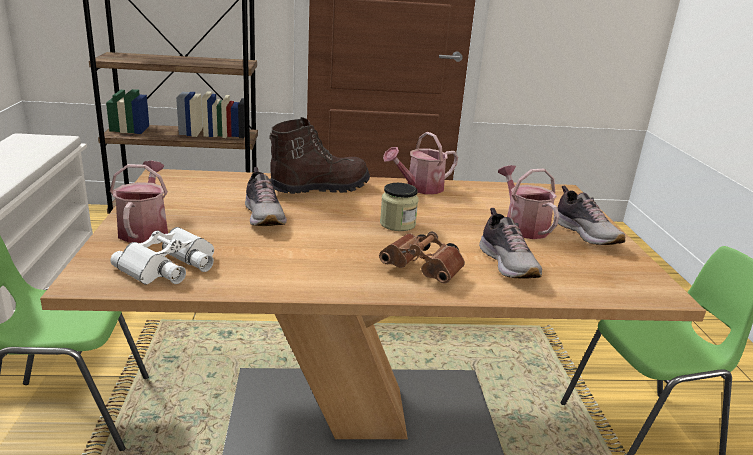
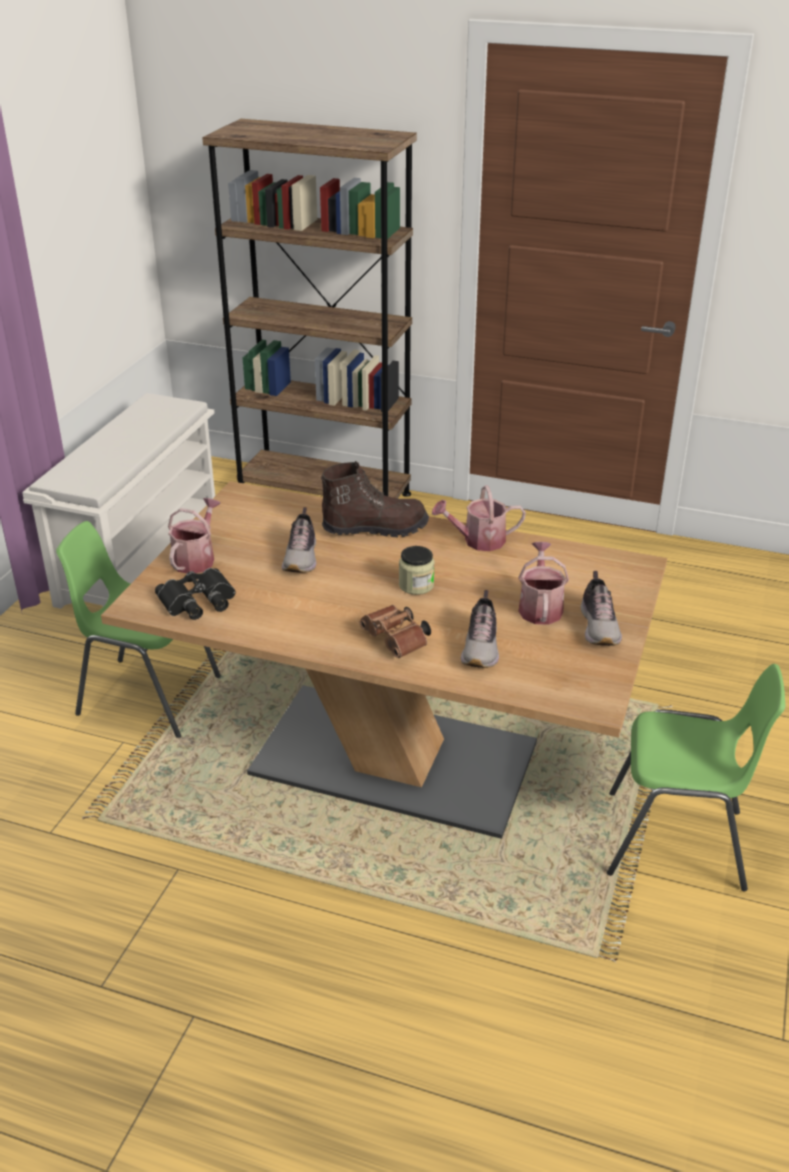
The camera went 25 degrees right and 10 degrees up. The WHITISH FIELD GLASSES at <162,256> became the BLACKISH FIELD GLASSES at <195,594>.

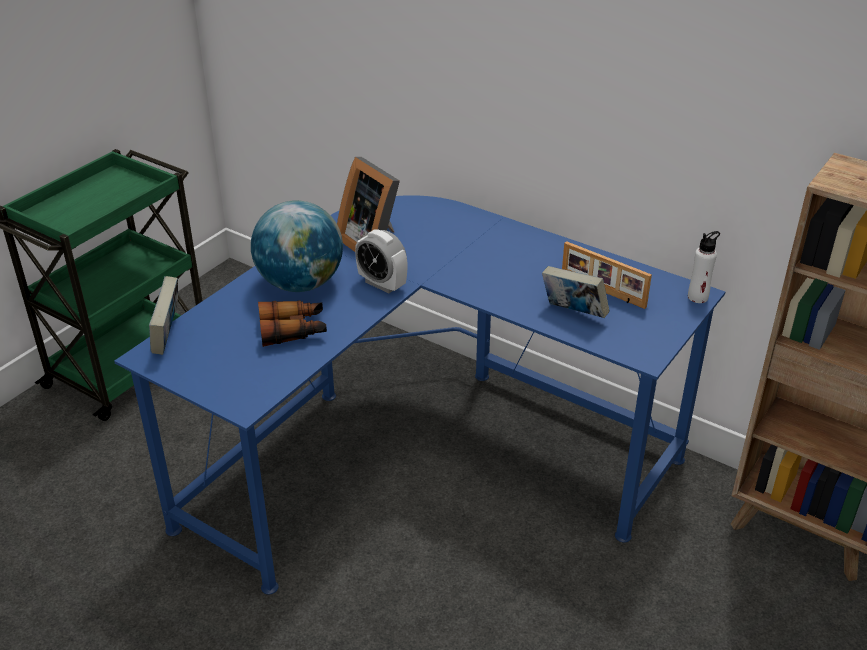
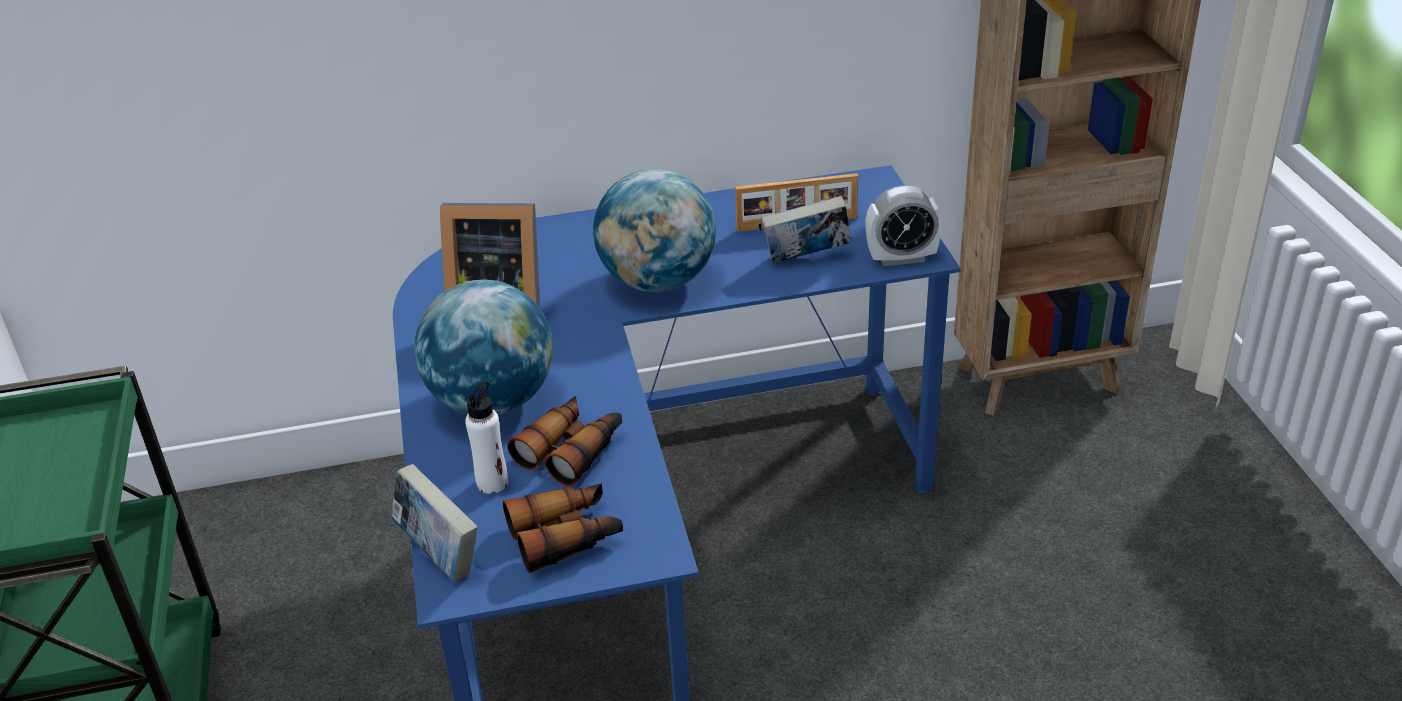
The camera went 45 degrees left and 0 degrees up. The BEDSIDE CLOCK moved from <381,261> to <904,226>. The WHITISH DRINK BOTTLE moved from <704,267> to <486,437>. The FIELD GLASSES at <563,528> appeared. The GLOBE at <654,230> appeared.

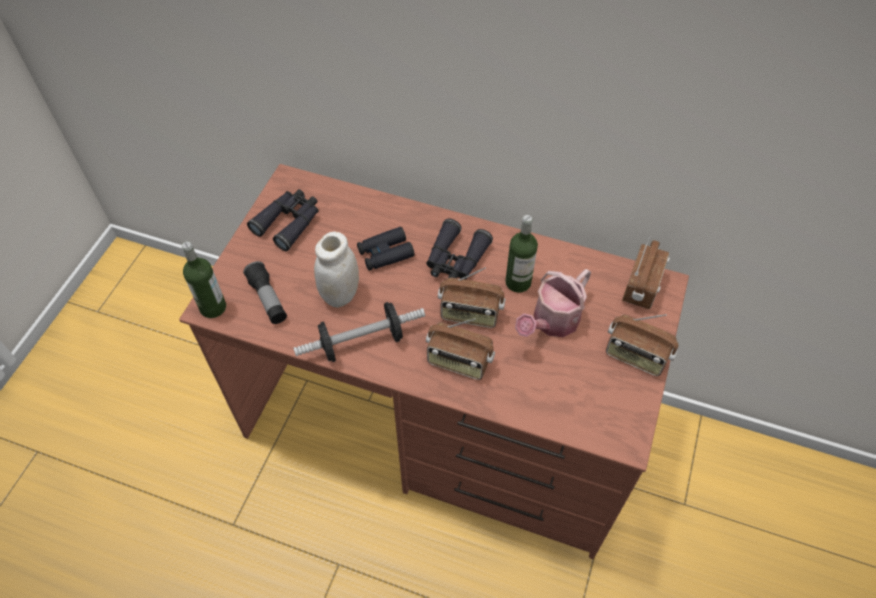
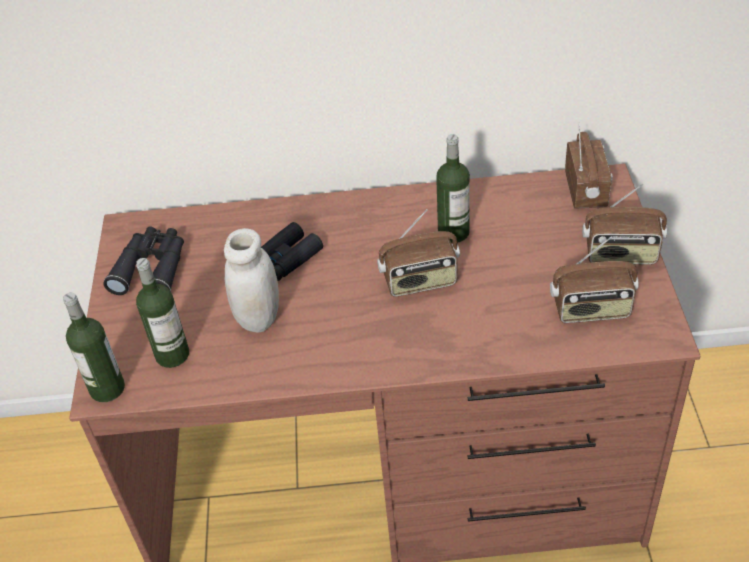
The camera went 20 degrees left and 10 degrees down. The HAND TORCH at <265,292> was replaced by the DRINK BOTTLE at <162,313>. The HAND WEIGHT at <359,332> disappeared. The BLACKISH FIELD GLASSES at <459,249> disappeared. The RADIO moved from <460,349> to <594,280>. The SPRINKLING CAN at <553,303> disappeared.

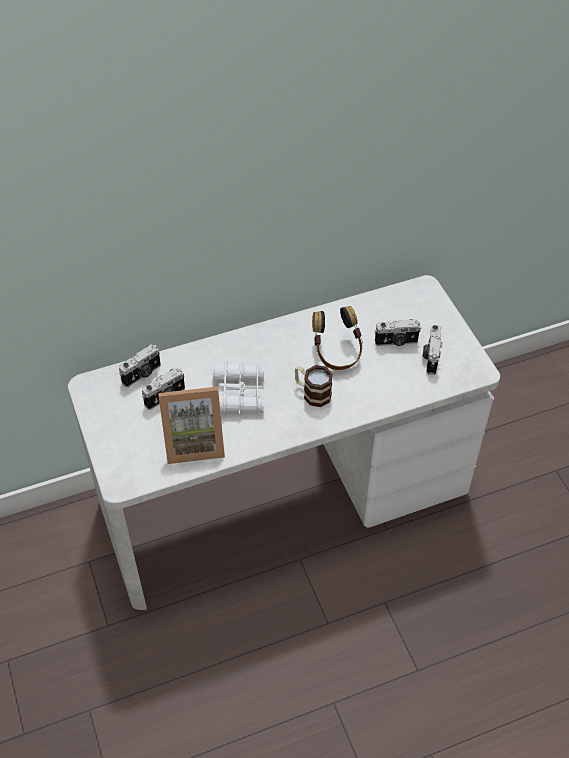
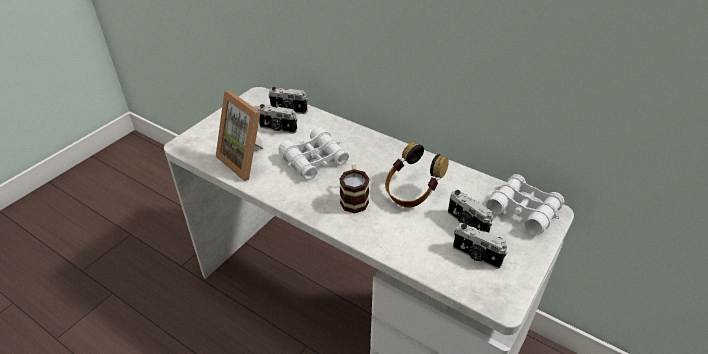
The camera went 55 degrees right and 10 degrees down. The PHOTO CAMERA at <432,350> turned 120 degrees counterclockwise. The WHITISH FIELD GLASSES at <525,204> appeared.

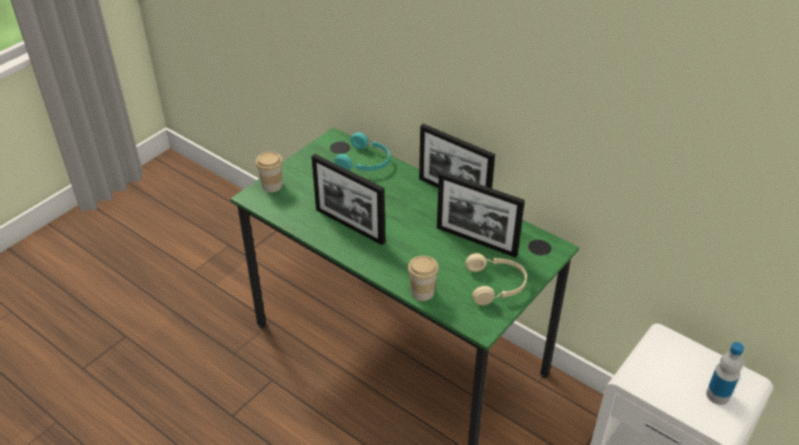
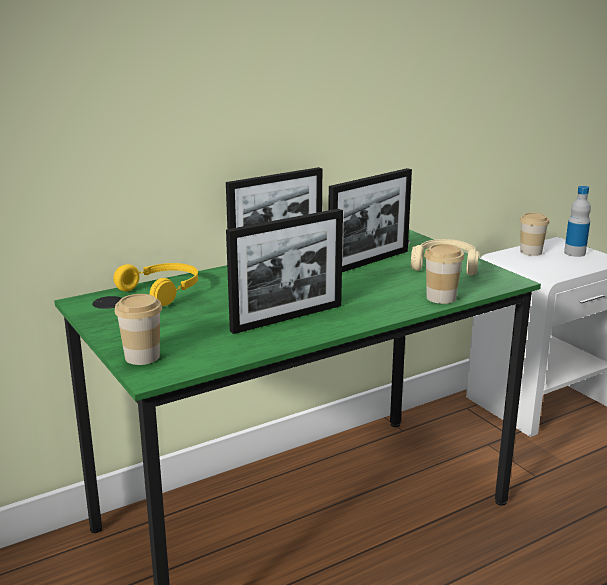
The camera went 70 degrees left and 20 degrees down. The TURQUOISE PAIR OF HEADPHONES at <362,151> became the YELLOW-COLOURED PAIR OF HEADPHONES at <155,284>. The SMALL CUP at <534,234> appeared.

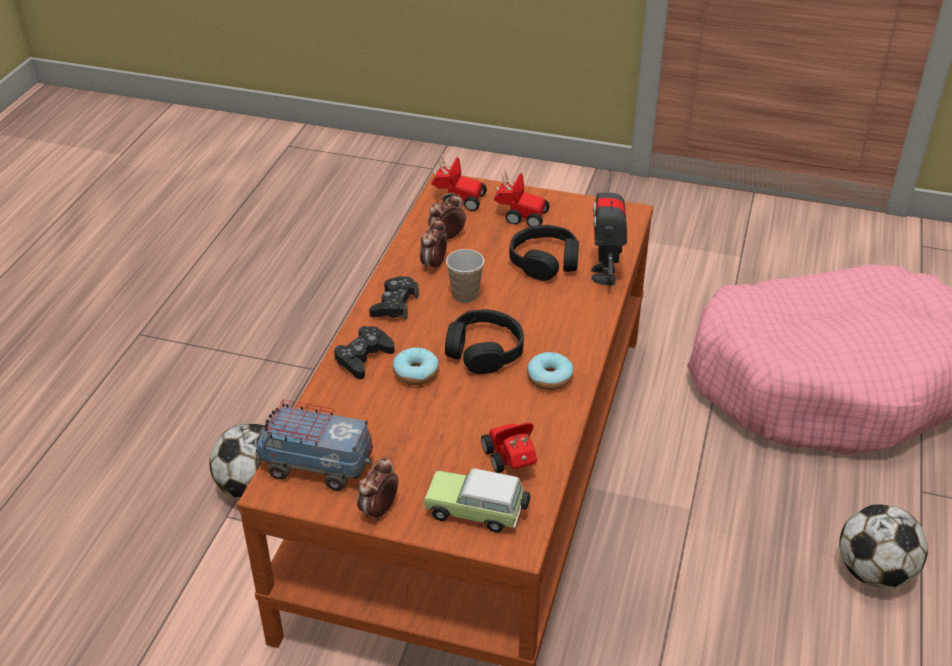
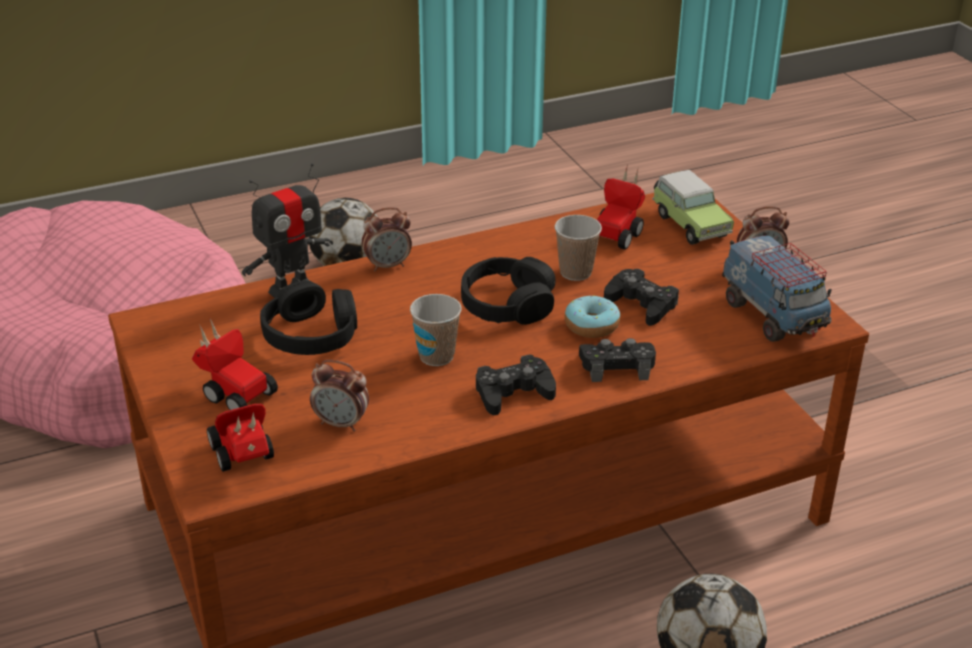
The camera went 130 degrees left and 5 degrees down. The BEDSIDE CLOCK moved from <433,244> to <387,239>. The MODEL CAR at <522,198> turned 150 degrees clockwise. The DONUT at <550,371> disappeared. The SMALL CUP at <578,248> appeared. The BLACKISH GAME CONTROLLER at <641,297> appeared.

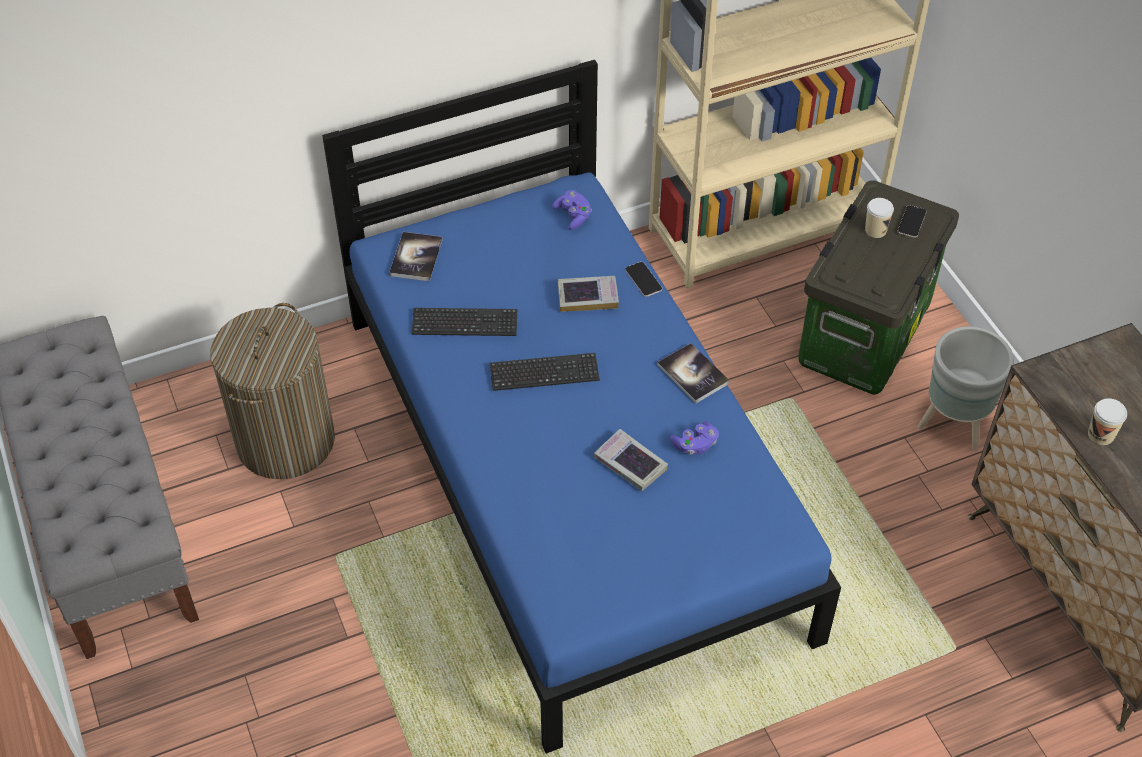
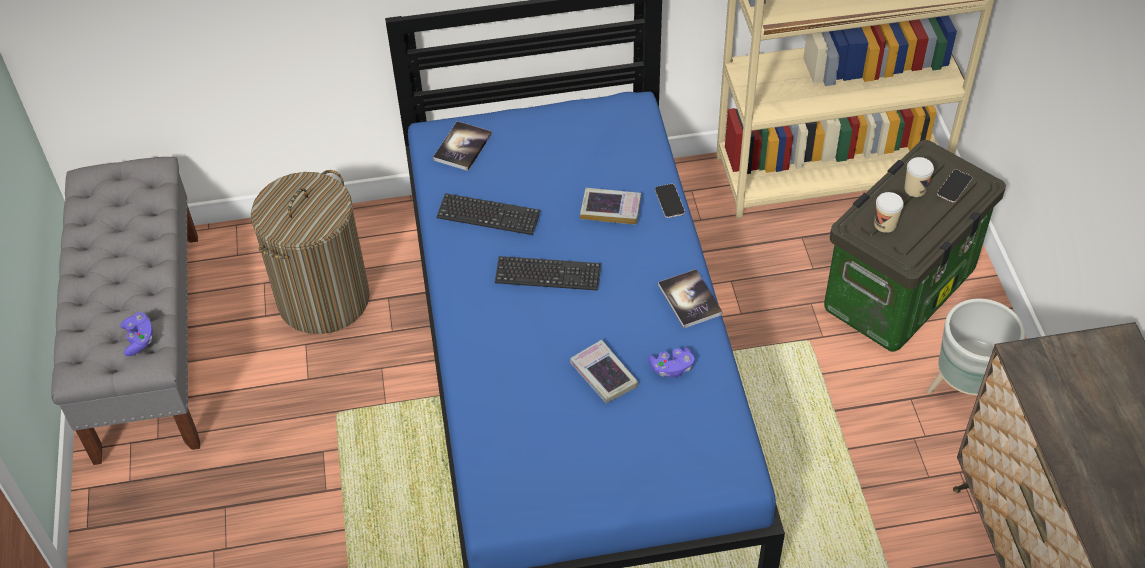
The camera went 15 degrees right and 0 degrees up. The PURPLE-COLOURED GAME CONTROLLER moved from <572,210> to <136,334>. The SMALL CUP moved from <1107,421> to <889,212>.

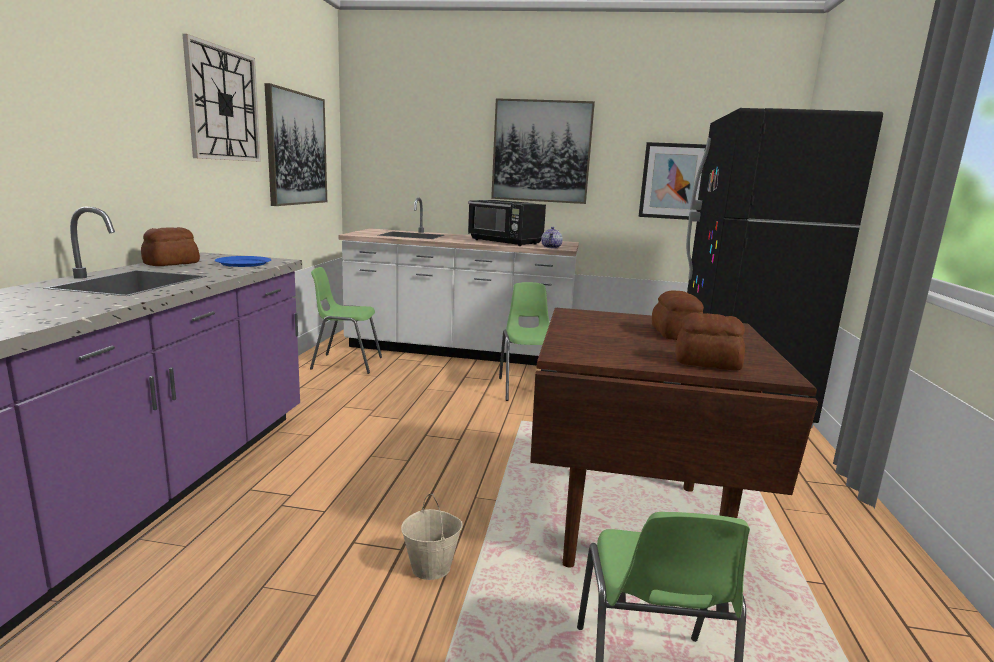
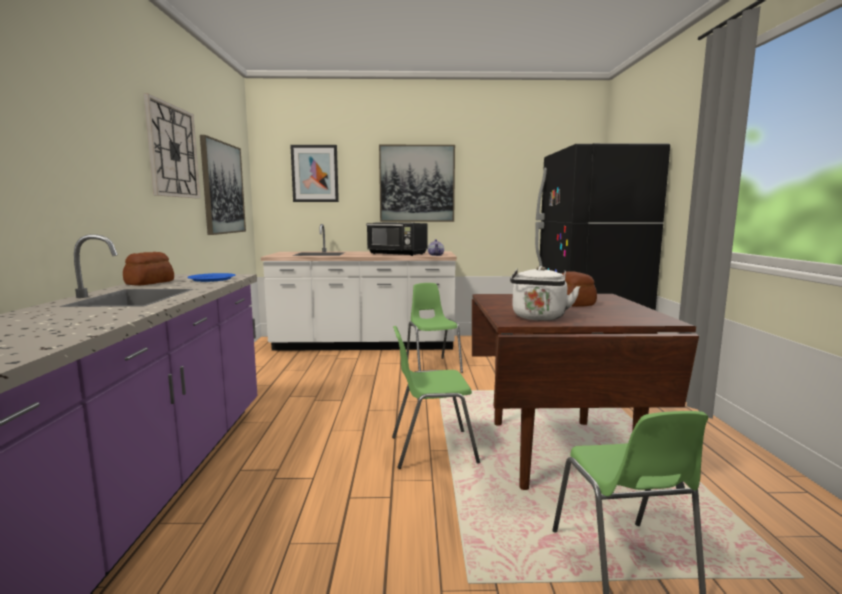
The camera went 10 degrees left and 5 degrees down. The GREENISH UPRIGHT CHAIR moved from <346,320> to <436,397>. The BEIGE PAIL at <432,537> disappeared. The PICTURE moved from <672,181> to <314,173>. The BREAD at <710,341> disappeared. The WHITISH TEA KETTLE at <545,293> appeared.

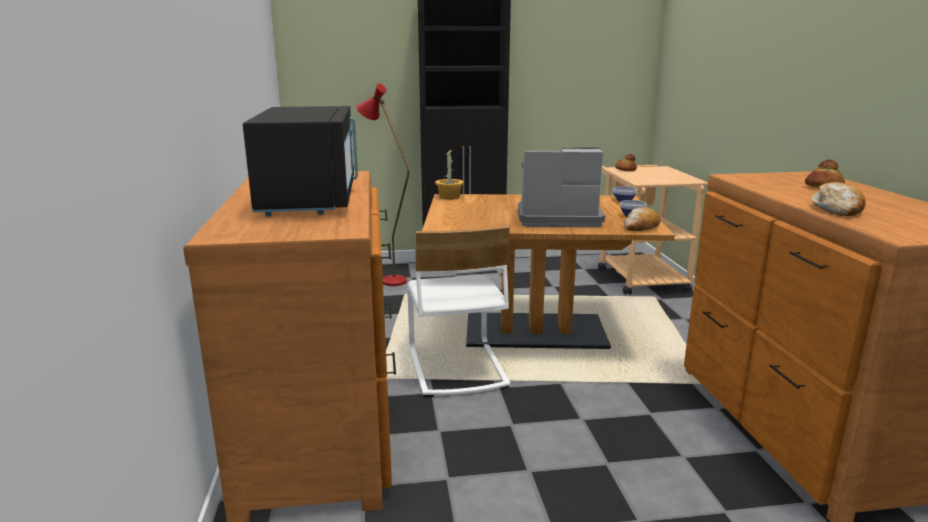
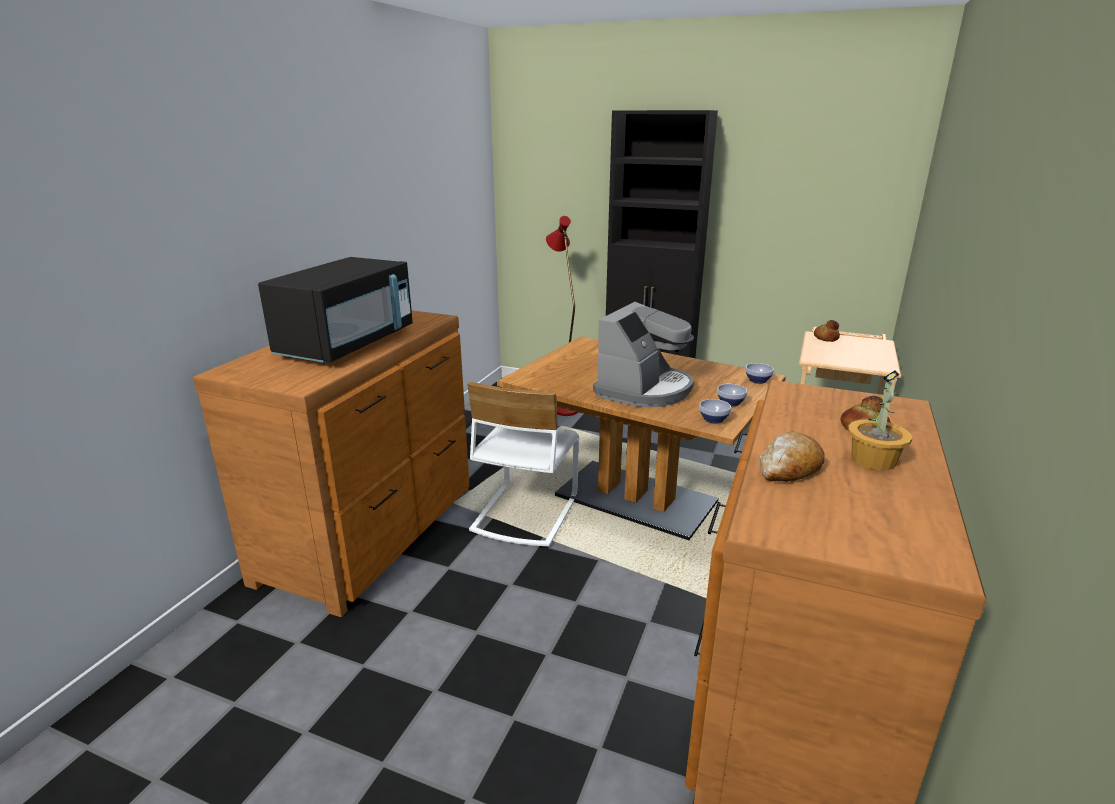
The camera went 30 degrees right and 5 degrees up. The PLANT IN A POT moved from <449,175> to <880,420>. The COFFEE MAKER at <561,187> turned 90 degrees clockwise. The BREAD at <642,219> was replaced by the BOWL at <715,411>.

